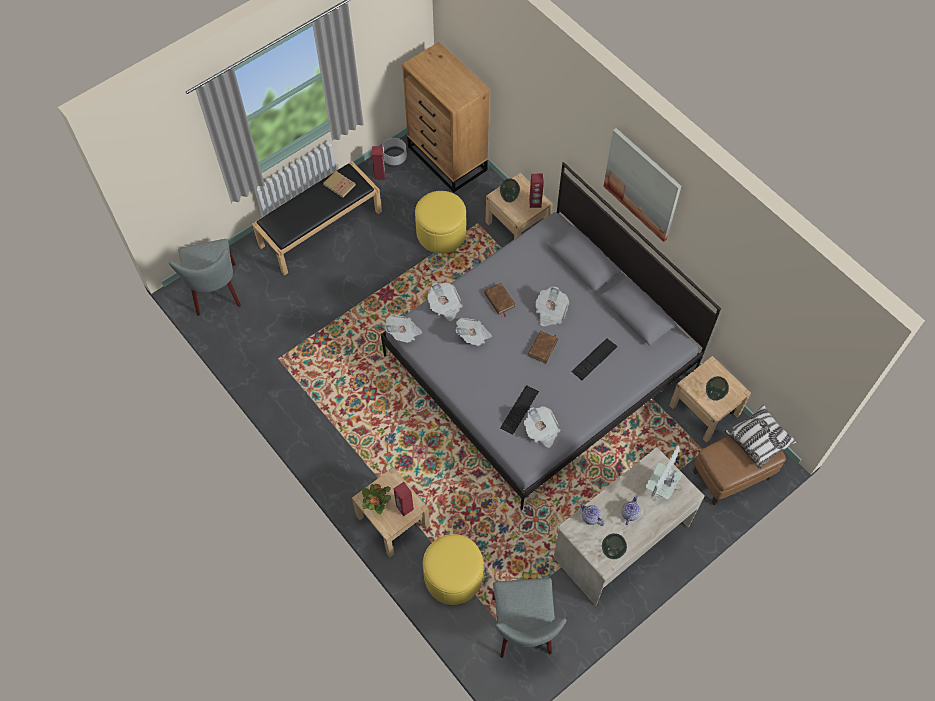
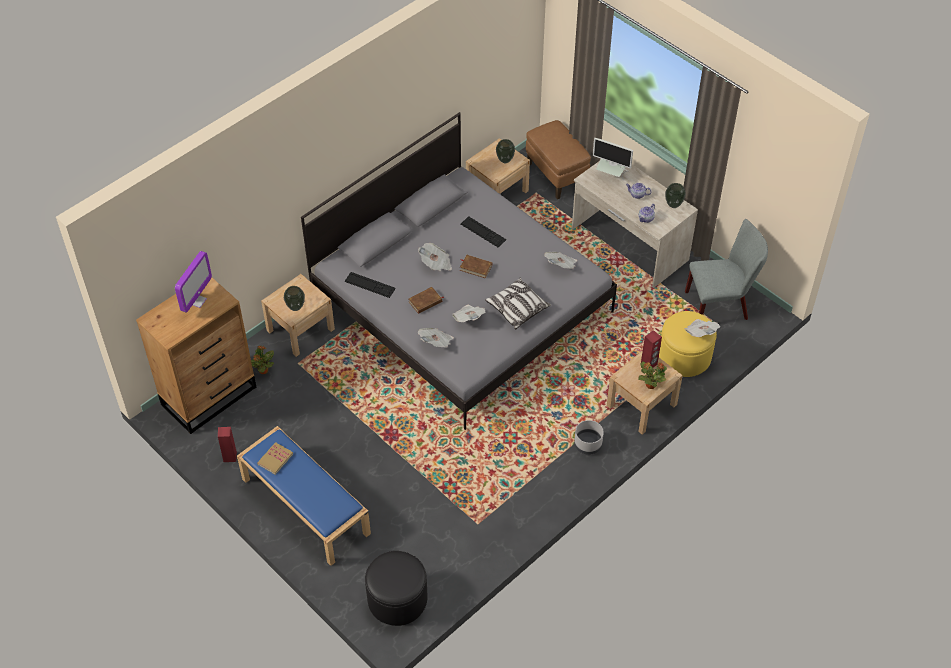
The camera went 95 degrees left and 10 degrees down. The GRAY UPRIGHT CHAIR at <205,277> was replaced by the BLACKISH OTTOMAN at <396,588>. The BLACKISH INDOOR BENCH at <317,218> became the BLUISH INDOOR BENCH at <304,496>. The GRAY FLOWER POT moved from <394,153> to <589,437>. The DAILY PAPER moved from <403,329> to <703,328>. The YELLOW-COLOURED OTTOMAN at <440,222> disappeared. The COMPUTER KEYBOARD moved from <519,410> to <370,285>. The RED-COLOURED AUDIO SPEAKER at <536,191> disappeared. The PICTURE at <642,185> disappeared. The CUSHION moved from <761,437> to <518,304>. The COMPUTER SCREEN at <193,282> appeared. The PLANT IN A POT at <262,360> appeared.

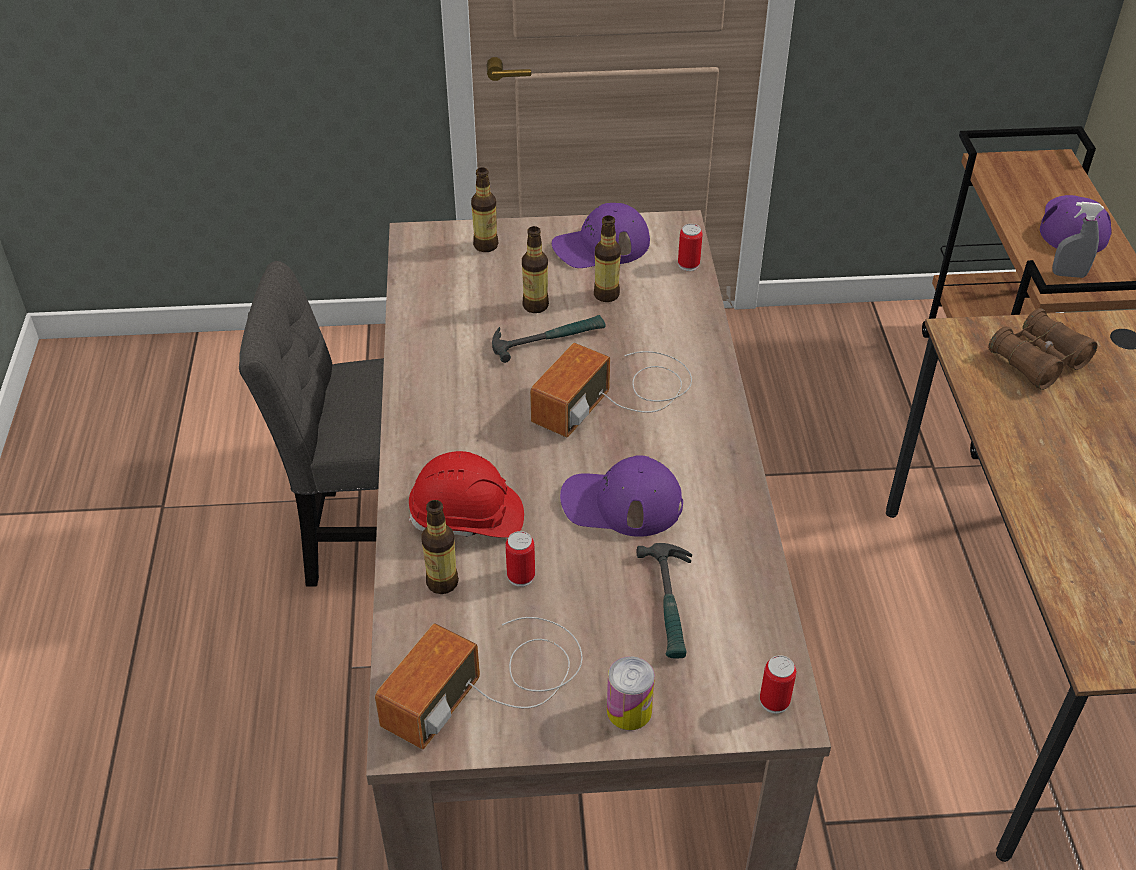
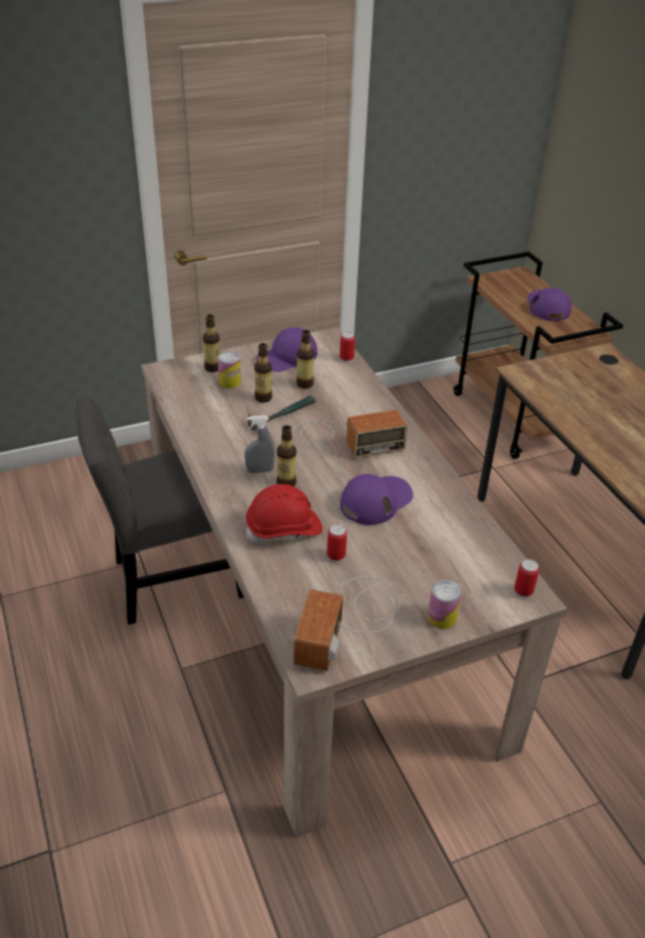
The camera went 20 degrees left and 5 degrees down. The DRINK BOTTLE moved from <440,547> to <286,456>. The RADIO at <611,390> turned 120 degrees counterclockwise. The PURPLE-COLOURED BASEBALL CAP at <621,496> turned 150 degrees clockwise. The TOOL HAMMER at <664,600> disappeared. The BROWNISH FIELD GLASSES at <1042,349> disappeared. The GRAY SPRAYER moved from <1078,240> to <260,444>. The SEALED CAN at <229,370> appeared.

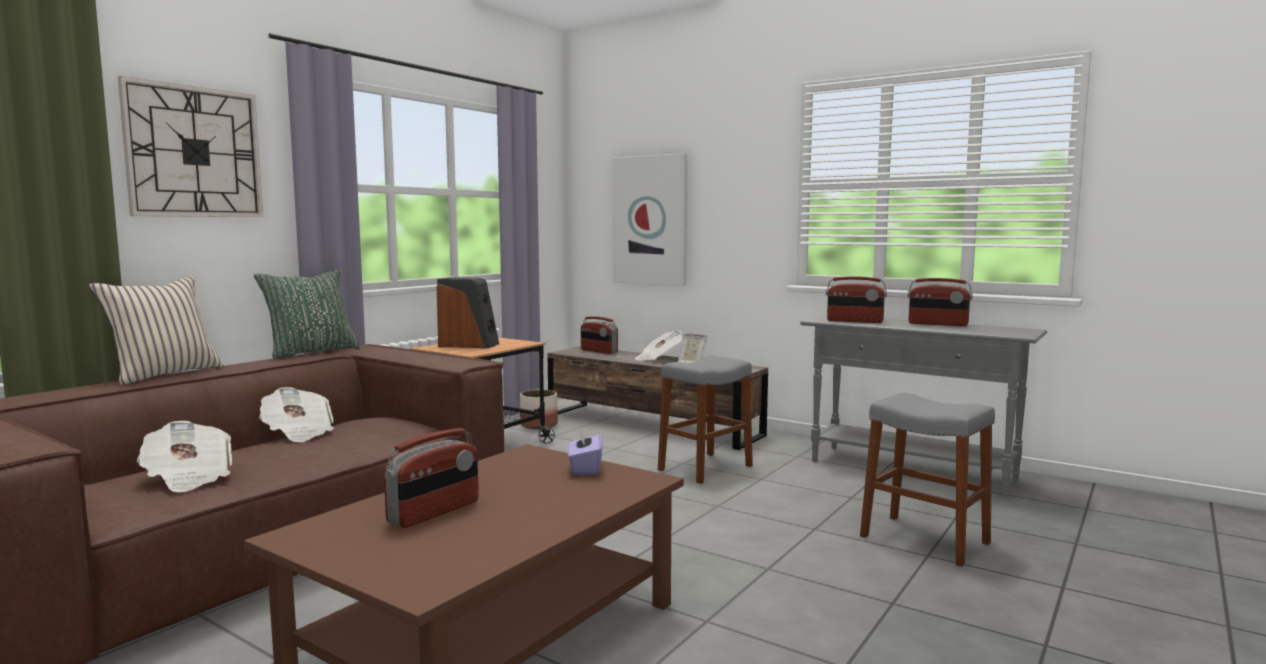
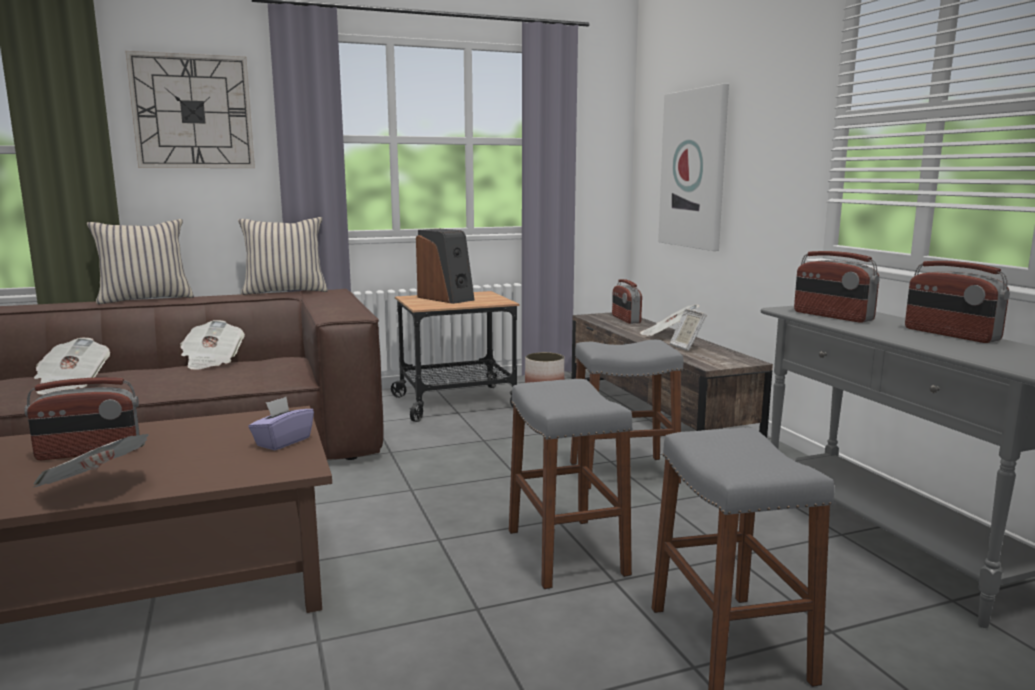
The camera went 35 degrees right and 5 degrees up. The GREENISH CUSHION at <307,314> became the BEIGE CUSHION at <283,256>. The DAILY PAPER at <91,460> appeared. The GRAY SITTING STOOL at <570,484> appeared.

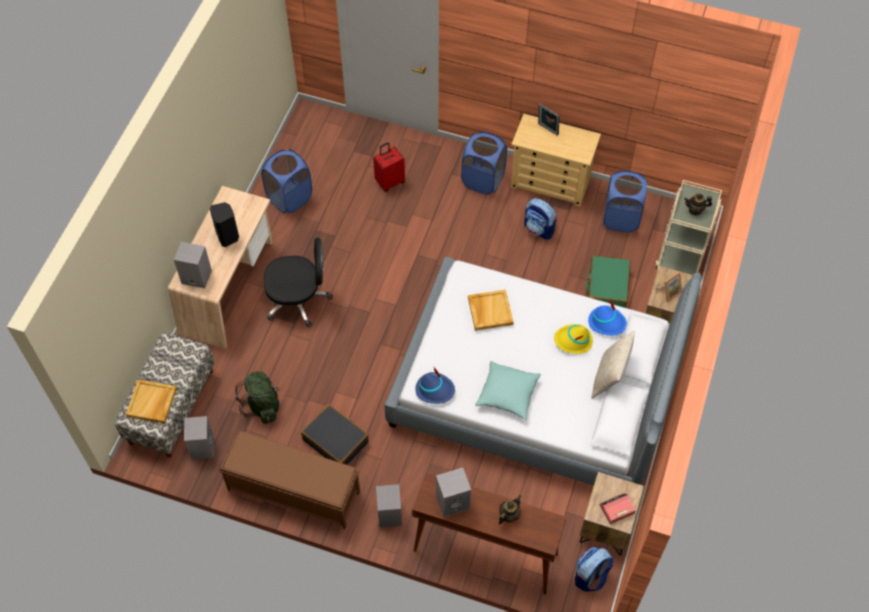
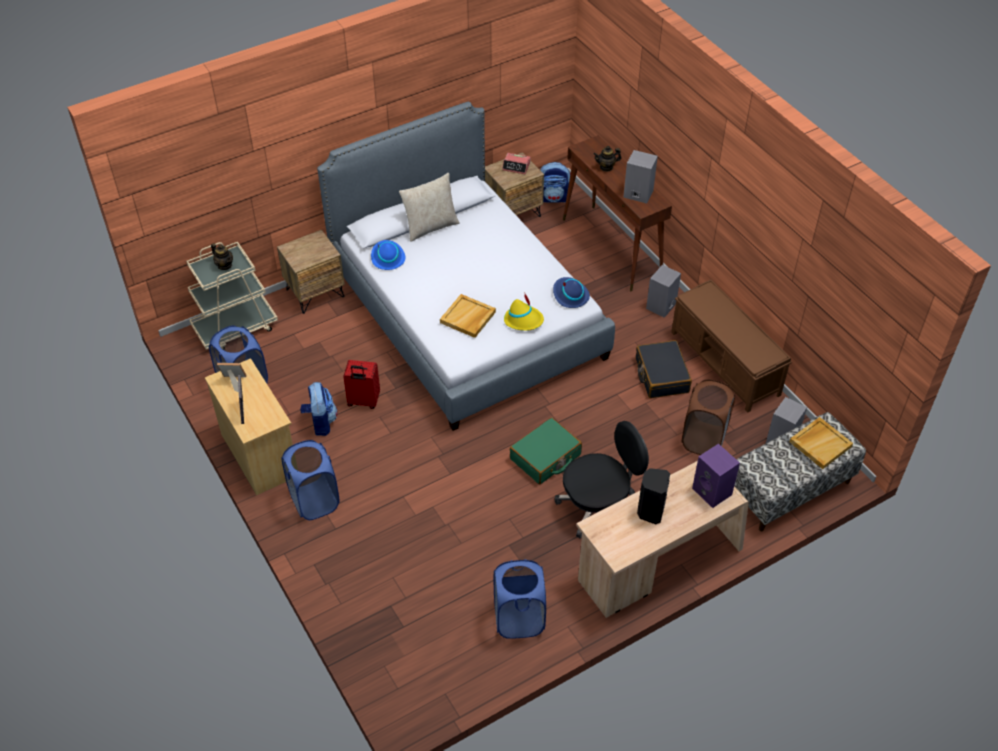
The camera went 140 degrees left and 10 degrees down. The GRAY AUDIO SPEAKER at <193,265> became the PURPLE-COLOURED AUDIO SPEAKER at <716,475>. The GREENISH RUCKSACK at <257,397> was replaced by the BROWNISH HAMPER at <708,417>. The BLACKISH DESK CHAIR at <298,283> turned 120 degrees clockwise. The RED-COLOURED SUITCASE moved from <389,167> to <361,384>. The TURQUOISE CUSHION at <508,390> disappeared. The YELLOW-COLOURED WEARABLE HAT moved from <573,339> to <524,311>. The GREENISH SUITCASE moved from <608,282> to <546,450>. The PHOTO FRAME moved from <669,286> to <232,377>.

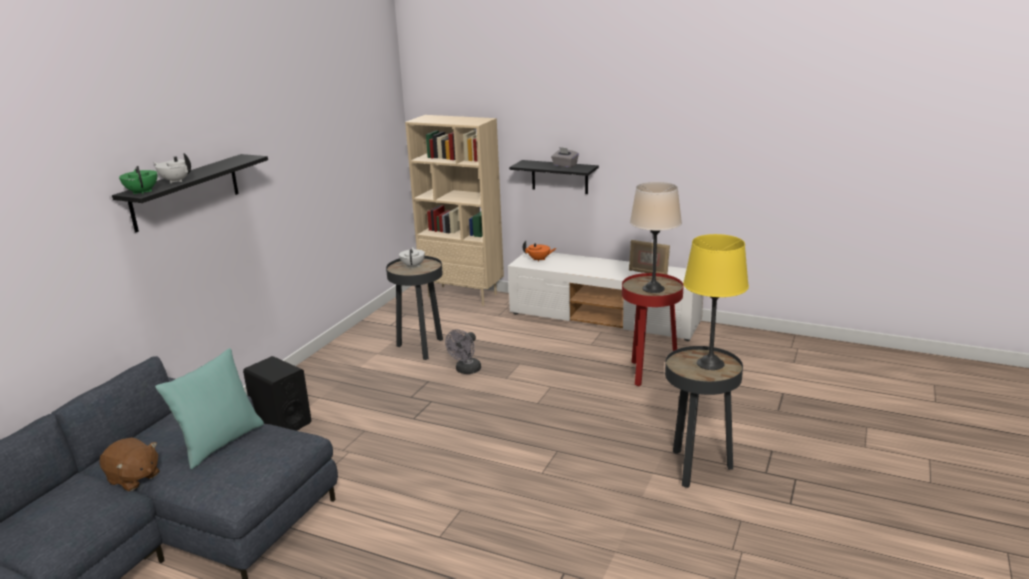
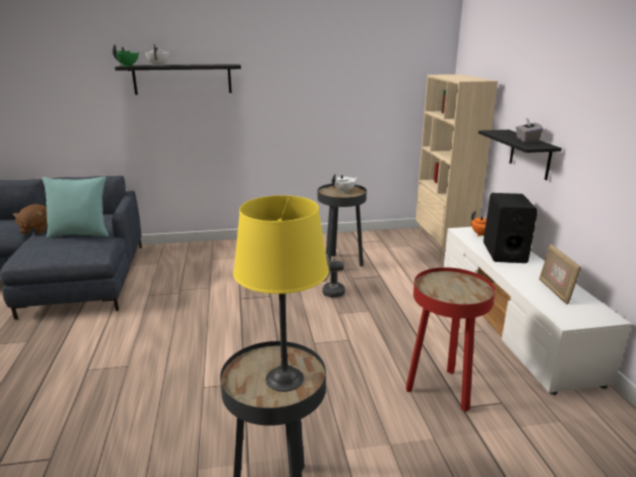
The camera went 55 degrees right and 0 degrees up. The BLACKISH AUDIO SPEAKER moved from <277,393> to <510,228>. The BEIGE TABLE LAMP at <656,237> disappeared.

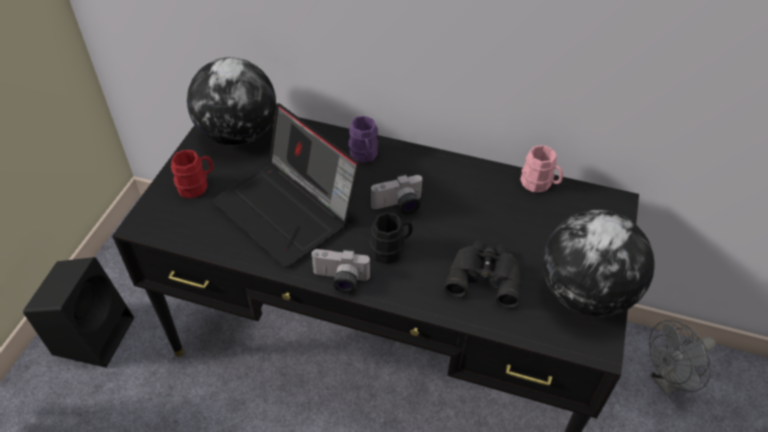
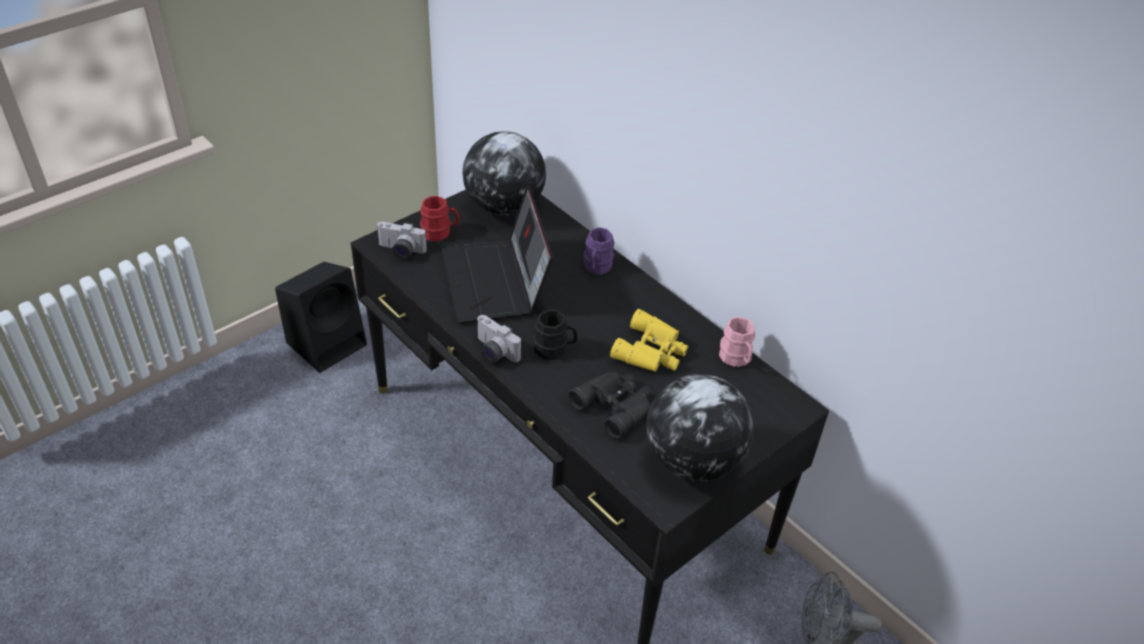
The camera went 30 degrees right and 5 degrees down. The PHOTO CAMERA moved from <397,194> to <401,241>. The YELLOW-COLOURED FIELD GLASSES at <649,340> appeared.

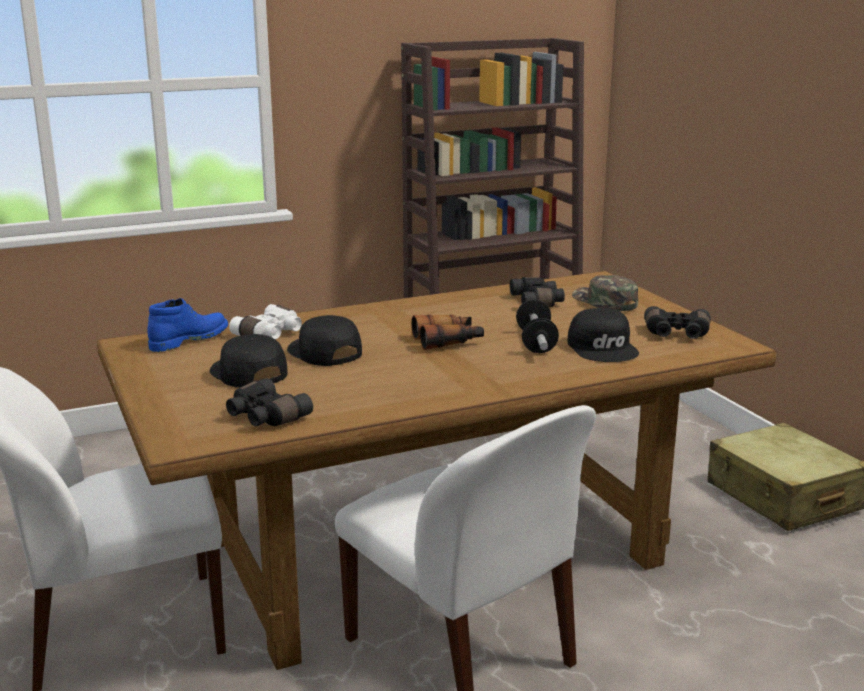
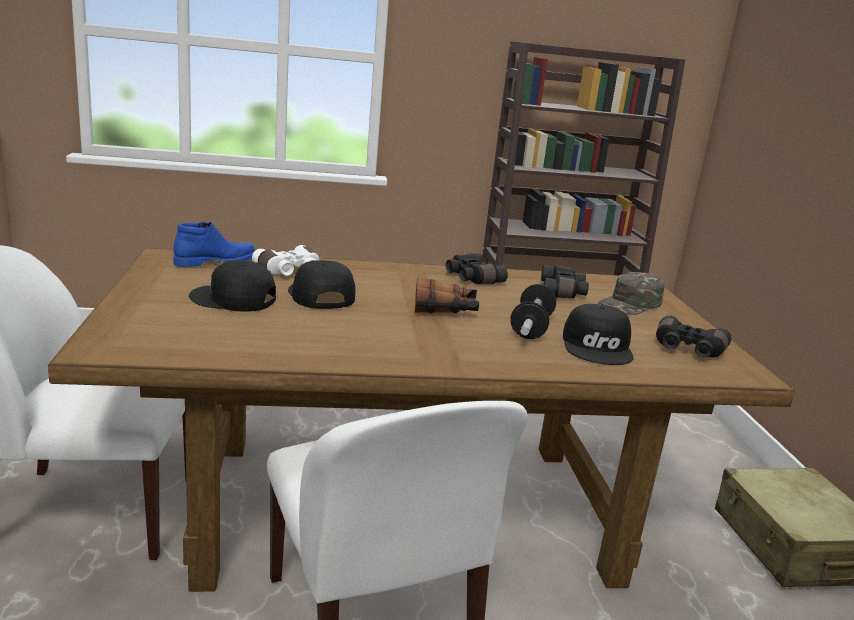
The camera went 15 degrees right and 0 degrees up. The BLACKISH BASEBALL CAP at <249,361> turned 60 degrees counterclockwise. The BLACKISH FIELD GLASSES moved from <269,402> to <477,268>. The GREENISH BASEBALL CAP at <605,293> turned 120 degrees counterclockwise.

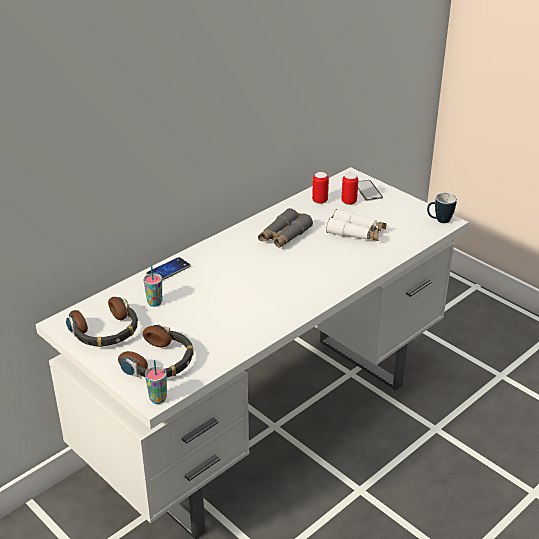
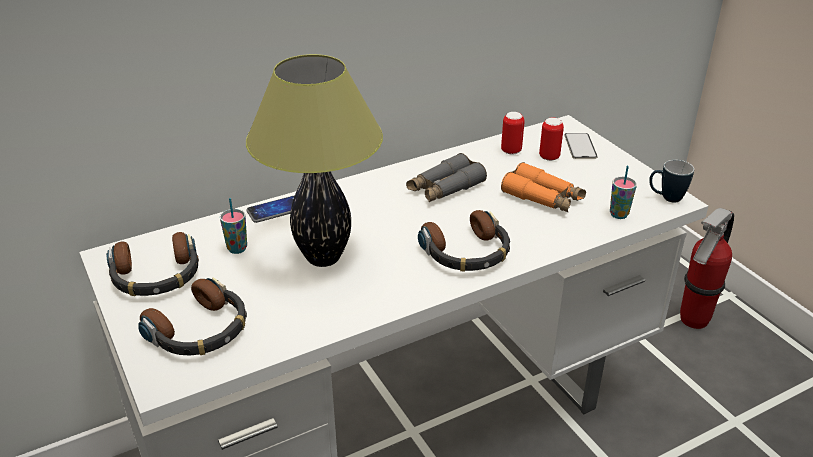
The camera went 15 degrees right and 0 degrees up. The SMALL CUP moved from <156,382> to <623,192>. The WHITISH FIELD GLASSES at <356,225> became the ORANGEY FIELD GLASSES at <543,187>. The TABLE LAMP at <314,160> appeared. The PAIR OF HEADPHONES at <464,241> appeared. The FIRE-FIGHTING CYLINDER at <707,268> appeared.

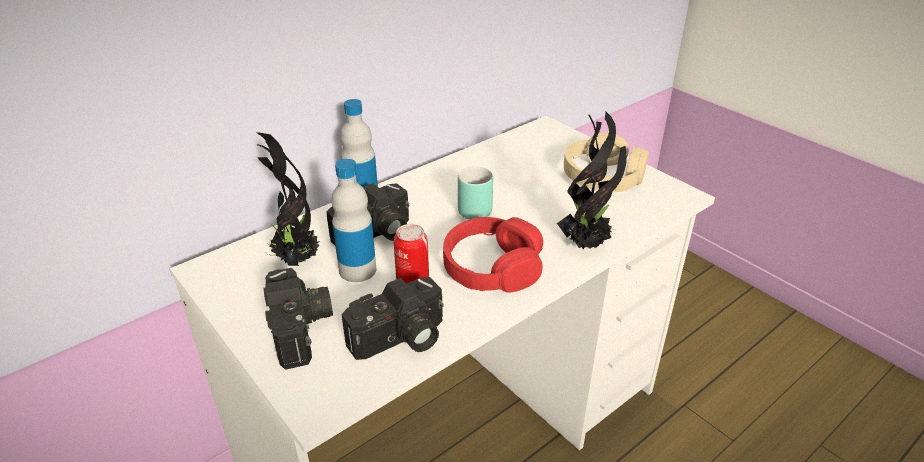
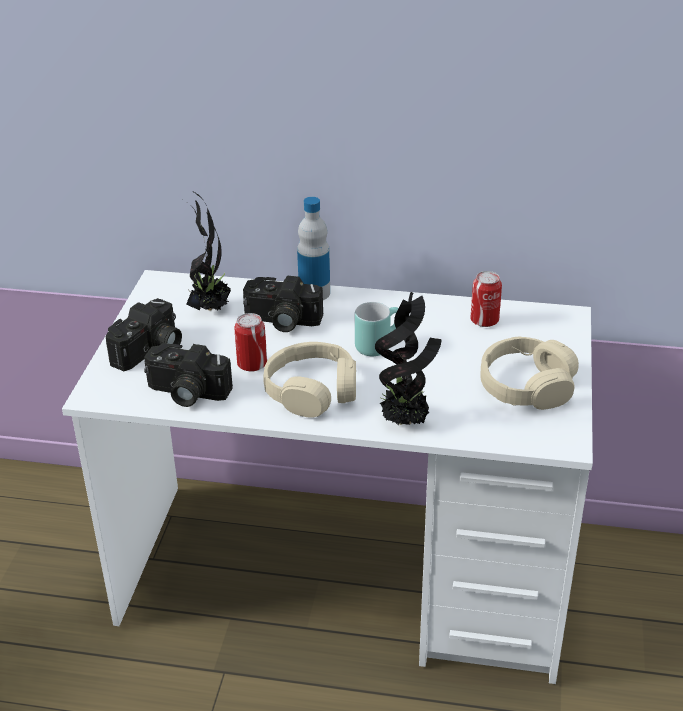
The camera went 50 degrees right and 0 degrees up. The DRINK BOTTLE at <354,220> disappeared. The RED-COLOURED PAIR OF HEADPHONES at <493,255> became the BEIGE PAIR OF HEADPHONES at <309,380>. The SEALED CAN at <486,299> appeared.

